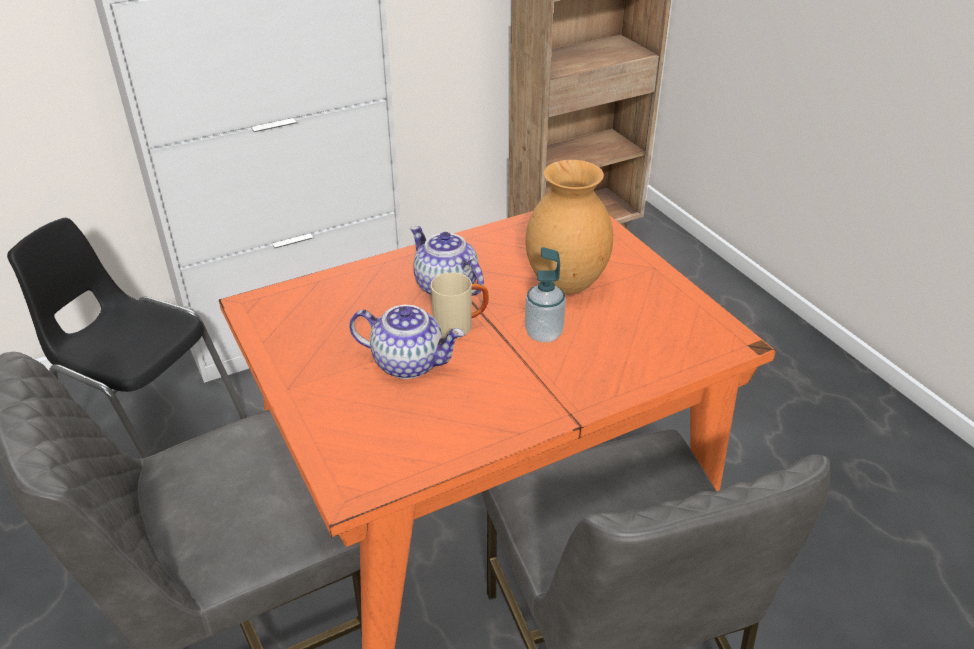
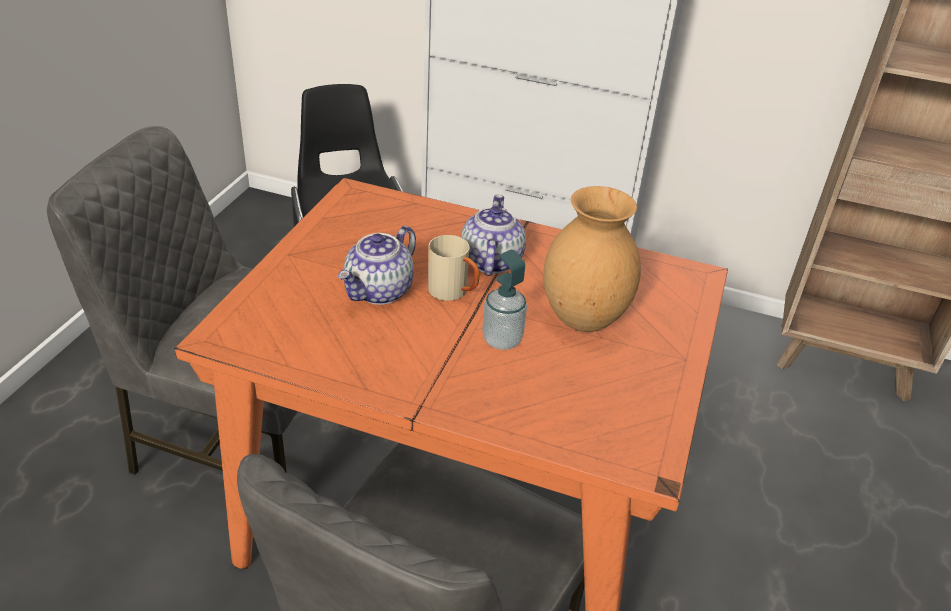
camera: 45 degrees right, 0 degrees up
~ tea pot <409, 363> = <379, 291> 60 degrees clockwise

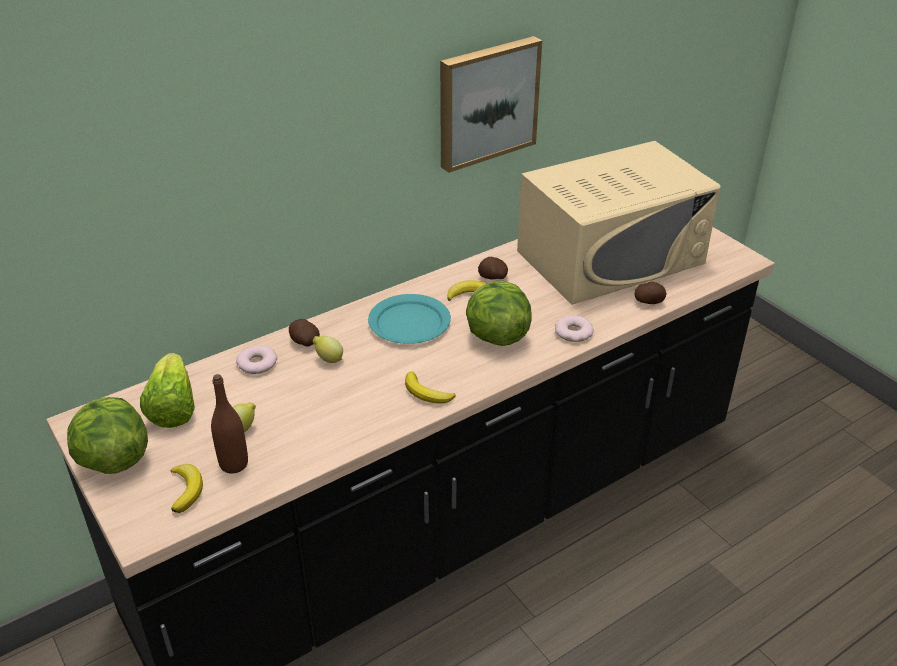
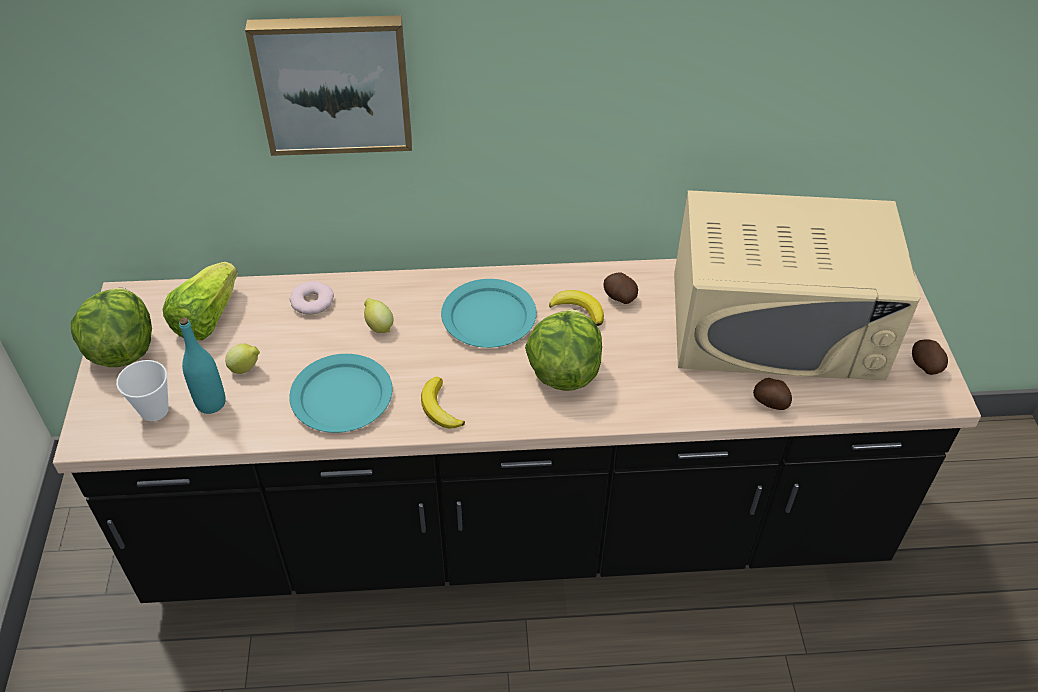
camera: 30 degrees right, 10 degrees up
~ banana fruit <186, 489> to small cup <154, 410>
~ beverage bottle (brown) <234, 464> to beverage bottle (turquoise-coloured) <211, 403>
~ spud <304, 342> to <924, 365>
~ wall picture <486, 102> to <334, 83>
- donut <573, 332>
+ dinner plate (turquoise-coloured) <341, 397>

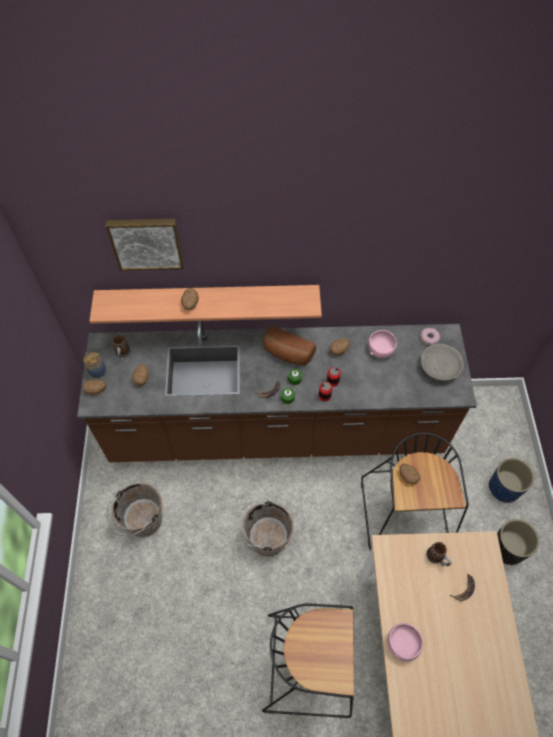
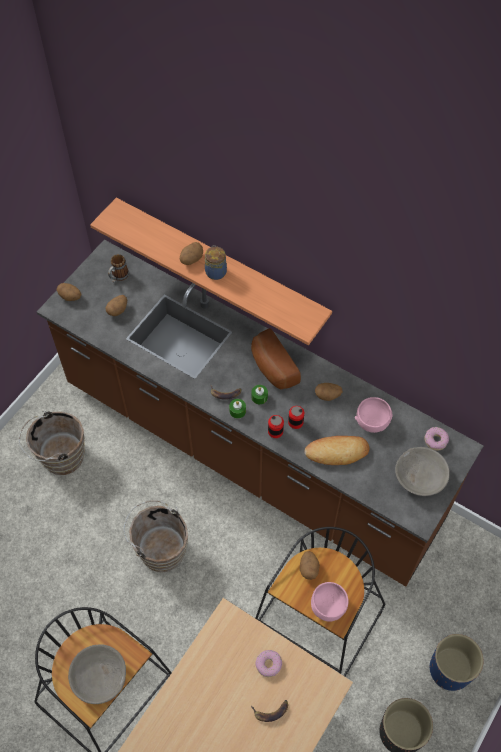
camera: 35 degrees right, 0 degrees up
~ preserve jar <97, 370> to <215, 271>
- wall picture <146, 242>
~ serving bowl (pink) <403, 644> to <328, 606>
~ tea mug <437, 558> to donut <268, 664>
+ serving bowl (grey) <99, 677>
+ bakery bread <337, 452>

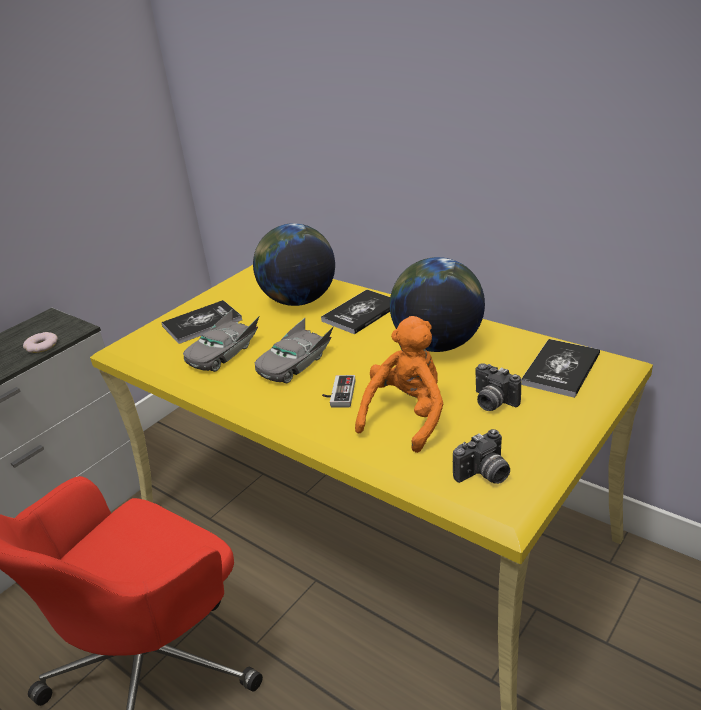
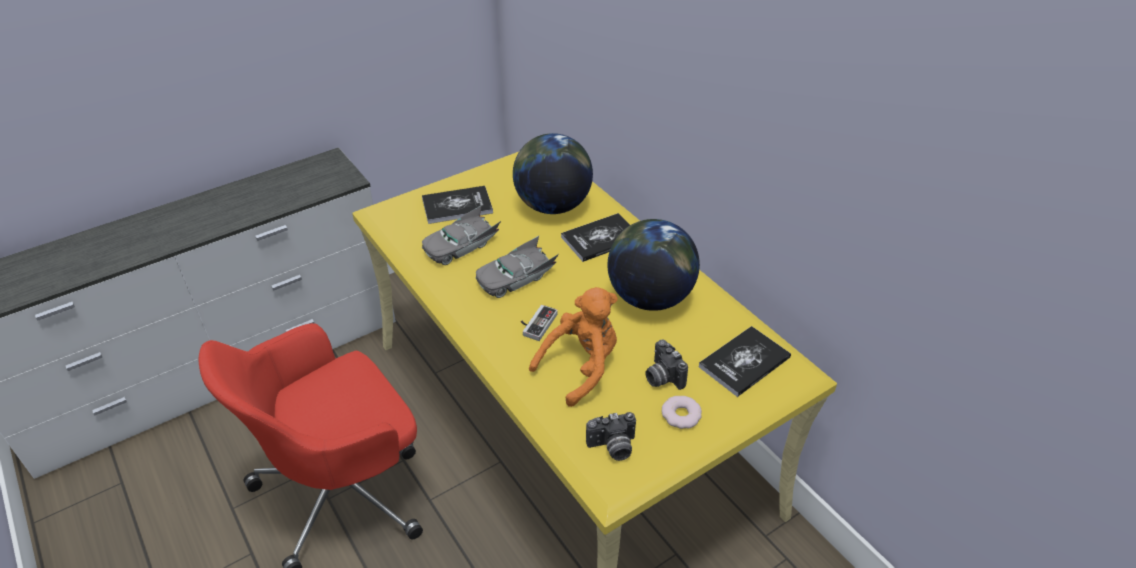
camera: 15 degrees right, 10 degrees up
~ donut <42, 346> to <681, 415>

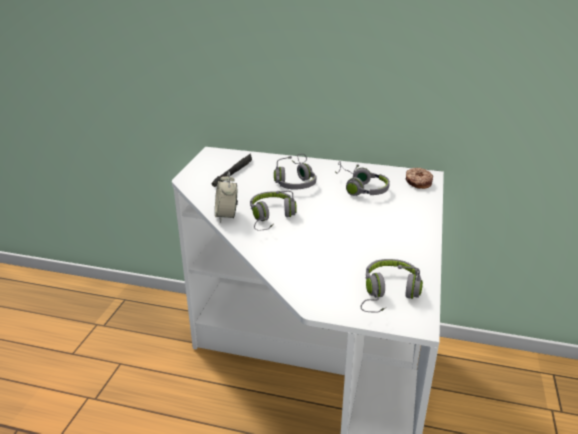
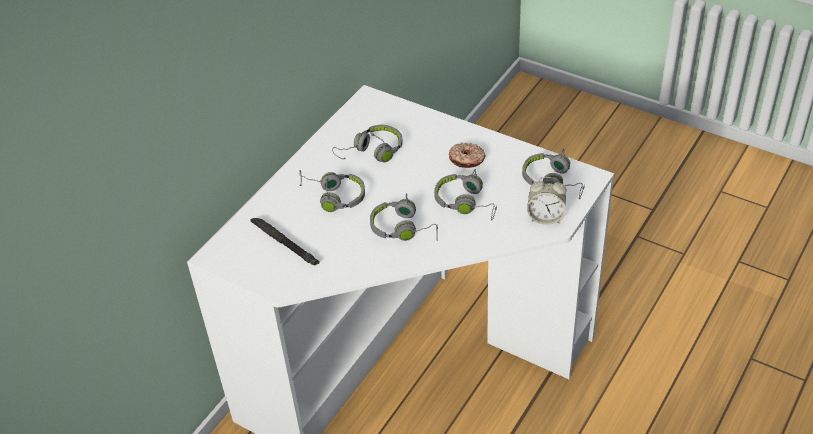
camera: 70 degrees left, 15 degrees up
~ bedside clock <226, 216> to <545, 217>
~ donut <418, 182> to <466, 160>
+ headset (grey) <466, 203>

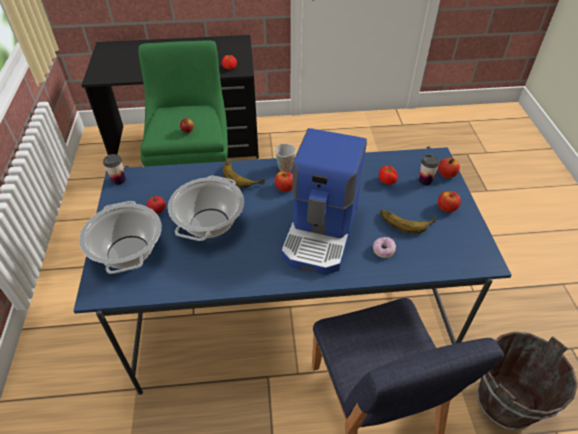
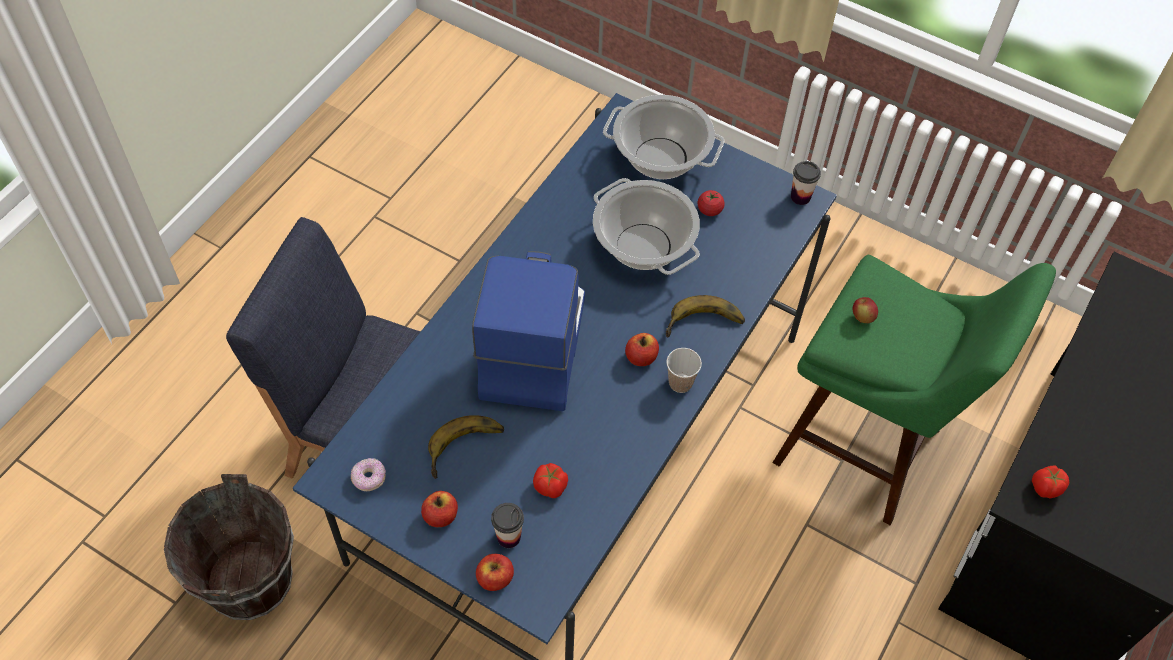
camera: 125 degrees right, 10 degrees up
~ coffee machine <322, 231> = <531, 345> 45 degrees clockwise
~ donut <383, 250> to <369, 478>

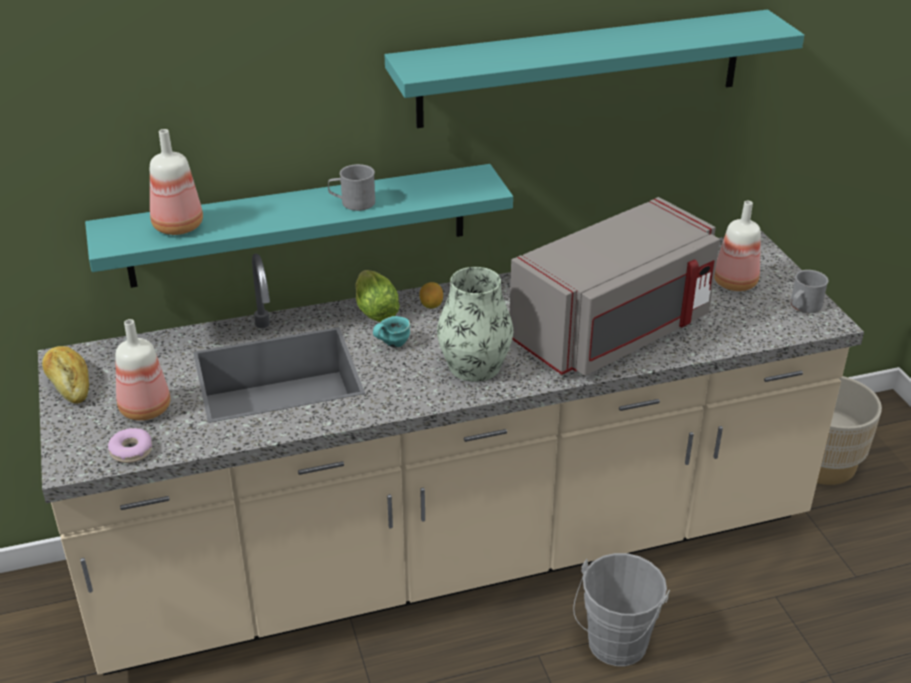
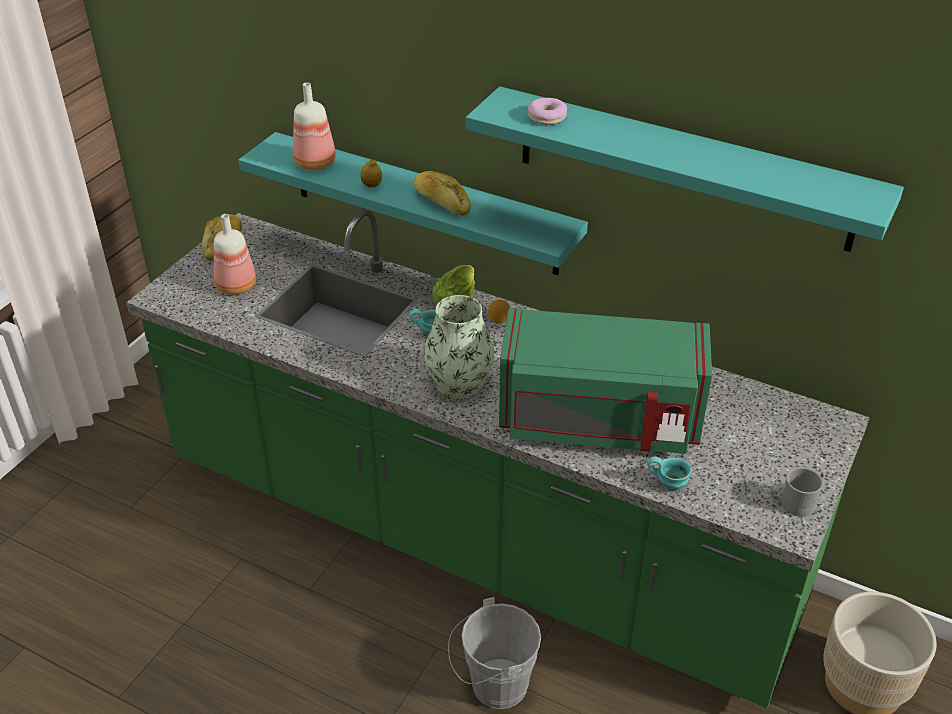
camera: 45 degrees right, 5 degrees up
~ counter (sand-coloured) <455, 551> to counter (green) <476, 535>
~ donut <131, 451> to <547, 117>
~ tea mug (grey) <352, 202> to bakery bread <441, 202>
~ microwave (grey) <614, 331> to microwave (green) <598, 421>
- beverage bottle <734, 284>
+ whole lemon <372, 185>
+ tea mug (turquoise-coloured) <668, 483>

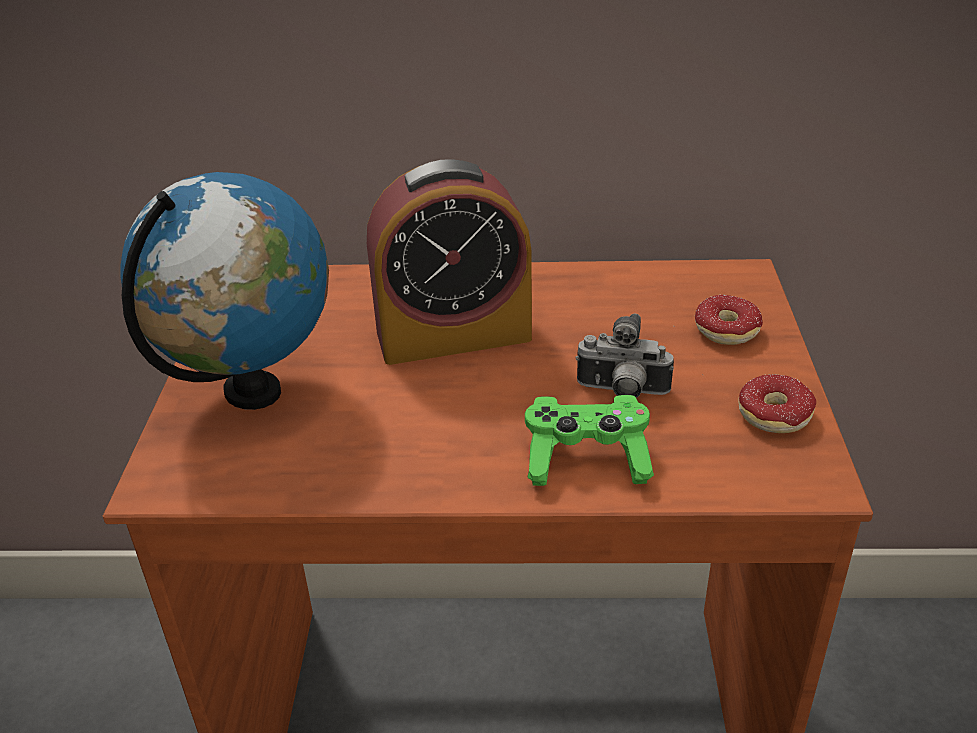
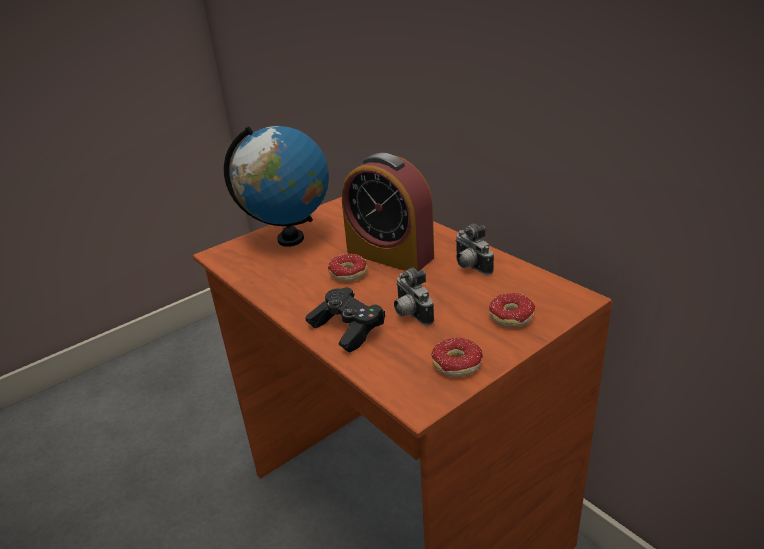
camera: 50 degrees right, 5 degrees down
~ joypad (green) <586, 459> to joypad (black) <347, 329>
+ donut <343, 277>
+ photo camera <469, 266>

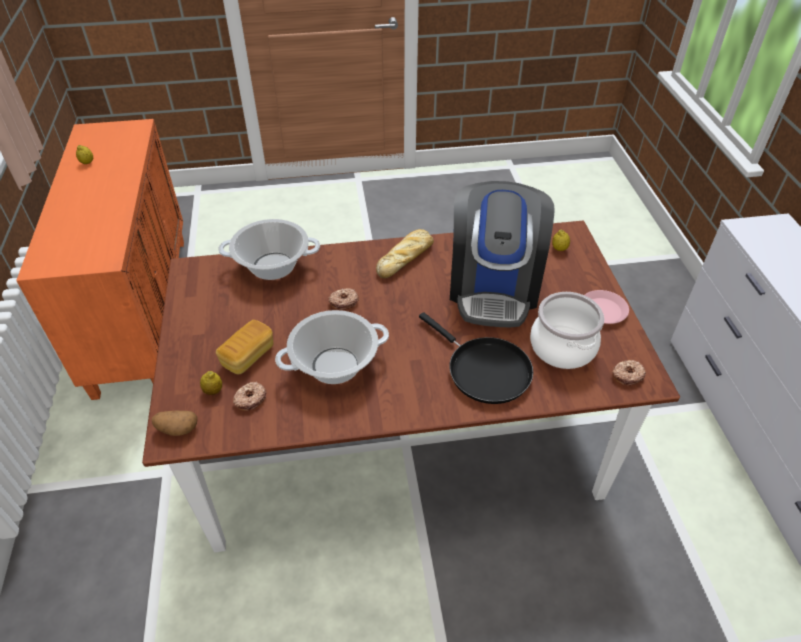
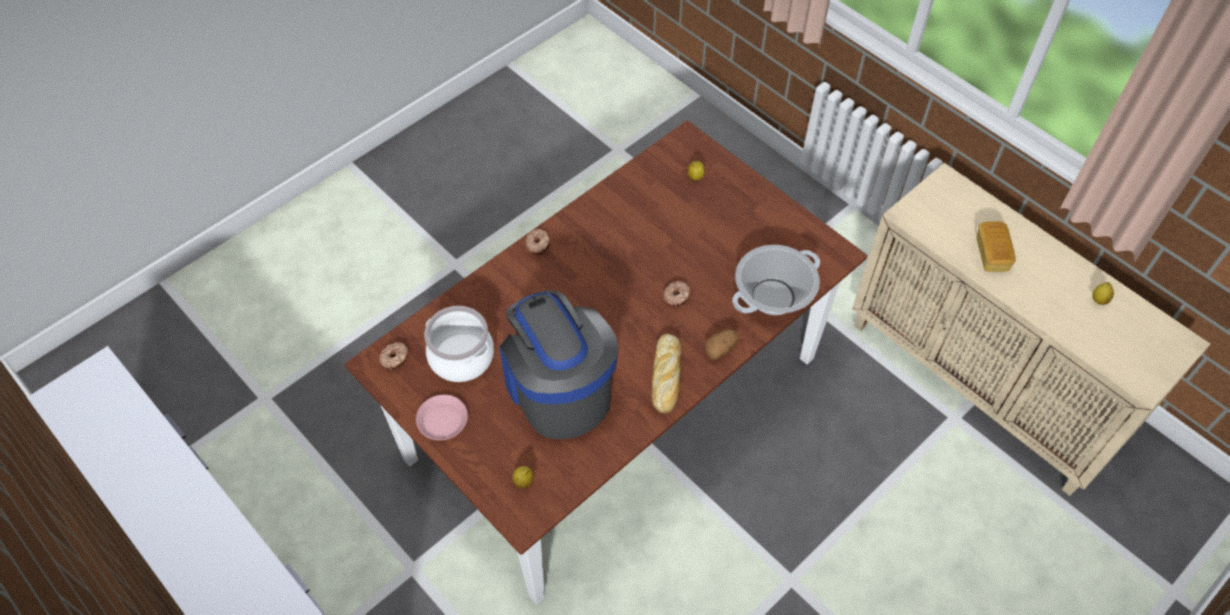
camera: 145 degrees right, 10 degrees up
~ cupboard (orange-coloured) <141, 311> to cupboard (sand-coloured) <983, 383>
~ spud <177, 429> to <720, 349>
~ bakery bread <248, 356> to <991, 254>
~ donut <250, 399> to <538, 244>
- stockpot <335, 366>
- pan (black) <484, 370>

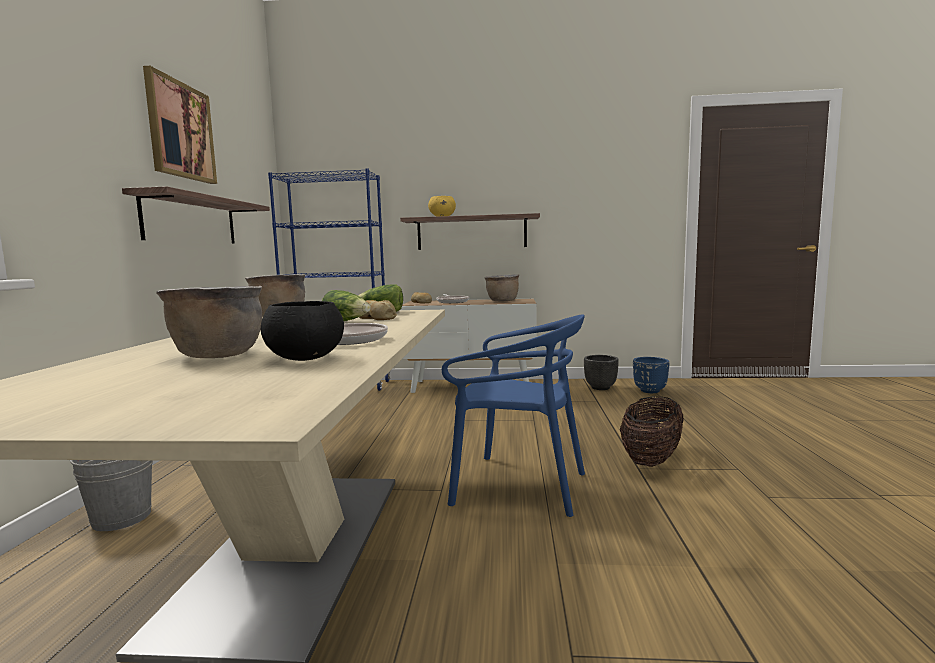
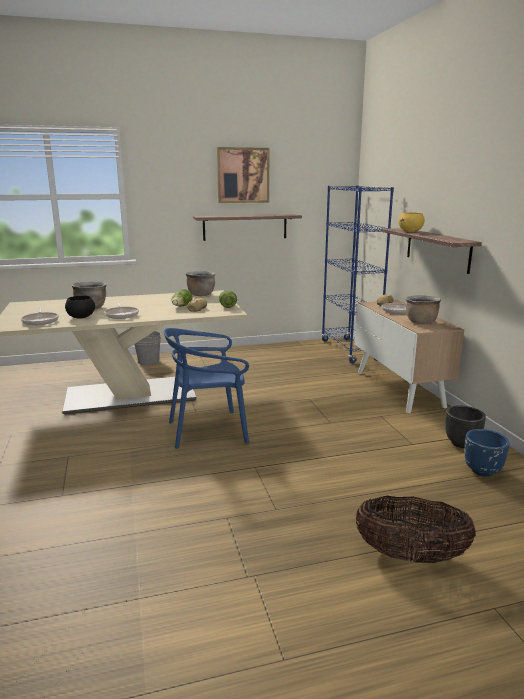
camera: 70 degrees right, 10 degrees up
~ chair (blue) <519, 486> = <208, 430> 75 degrees clockwise
~ basket <651, 459> to <410, 555>
+ pan <40, 321>

